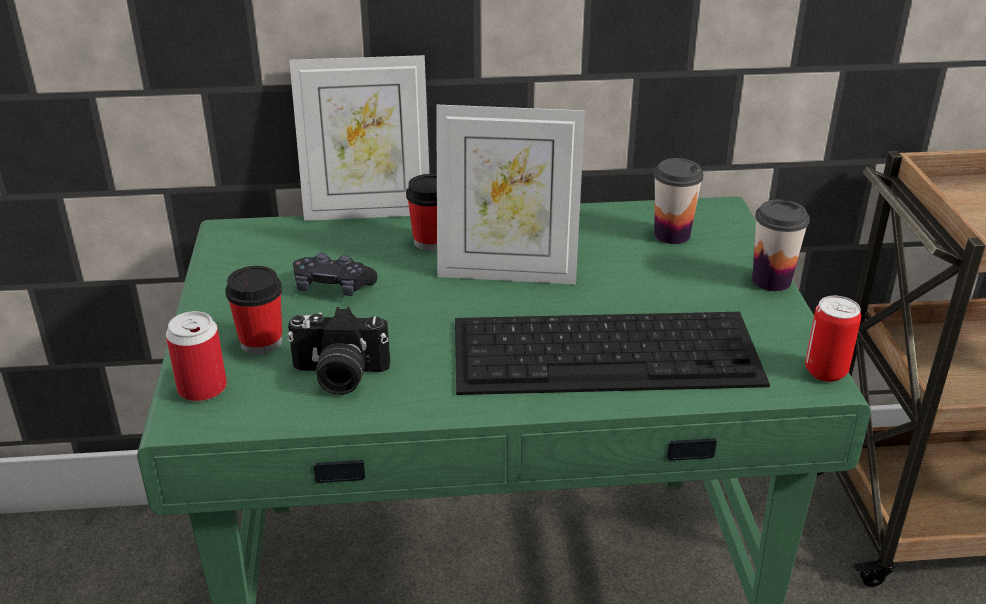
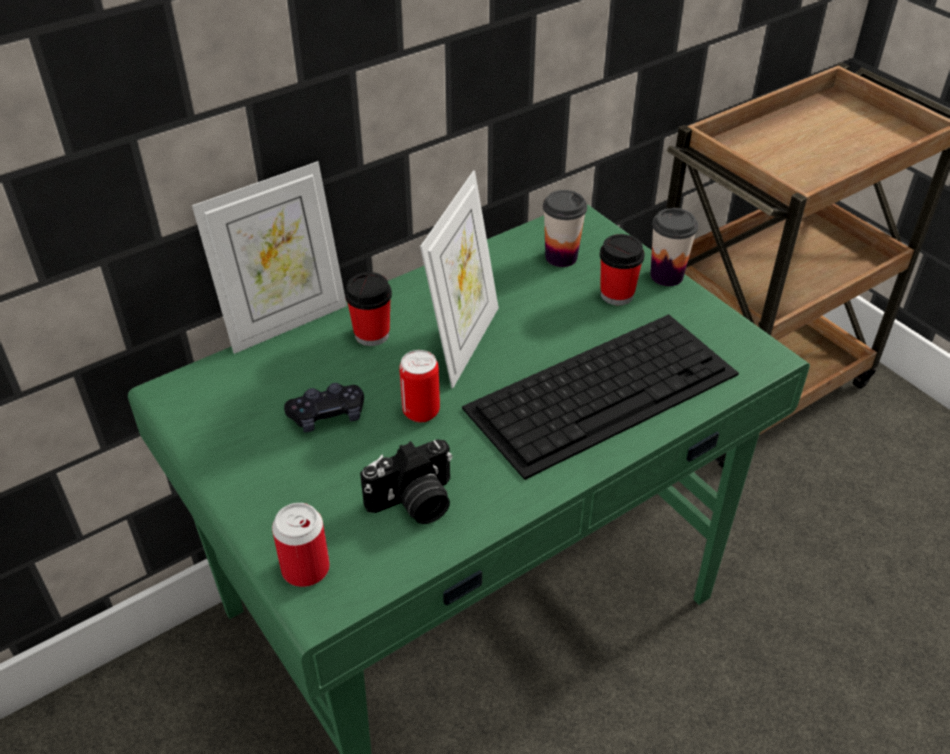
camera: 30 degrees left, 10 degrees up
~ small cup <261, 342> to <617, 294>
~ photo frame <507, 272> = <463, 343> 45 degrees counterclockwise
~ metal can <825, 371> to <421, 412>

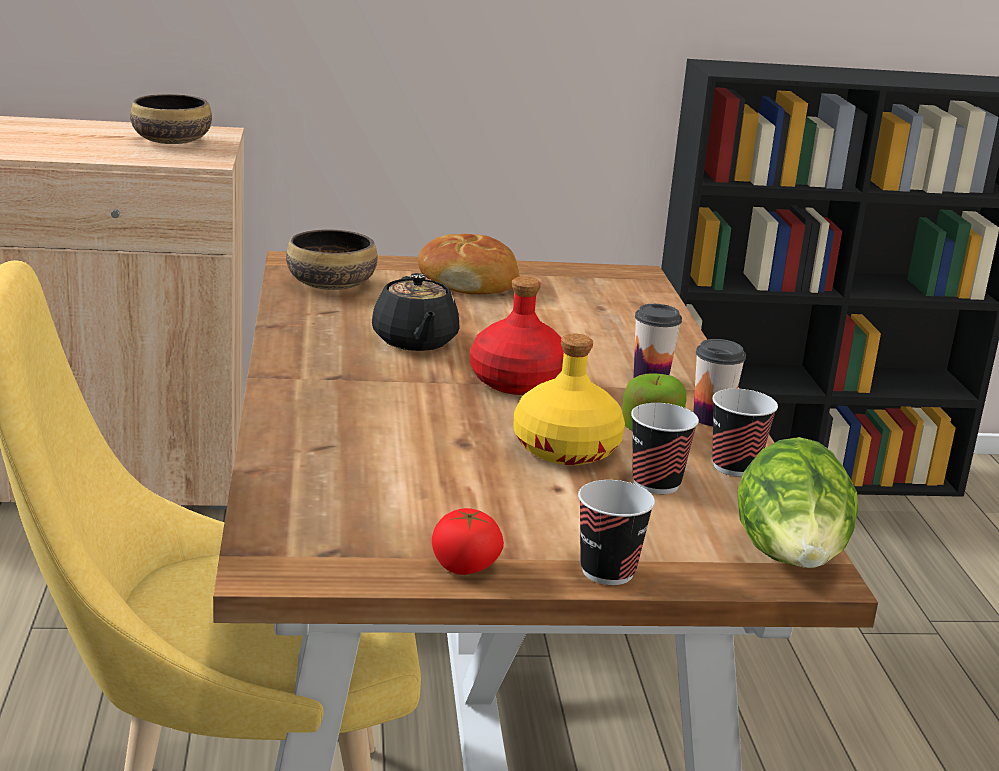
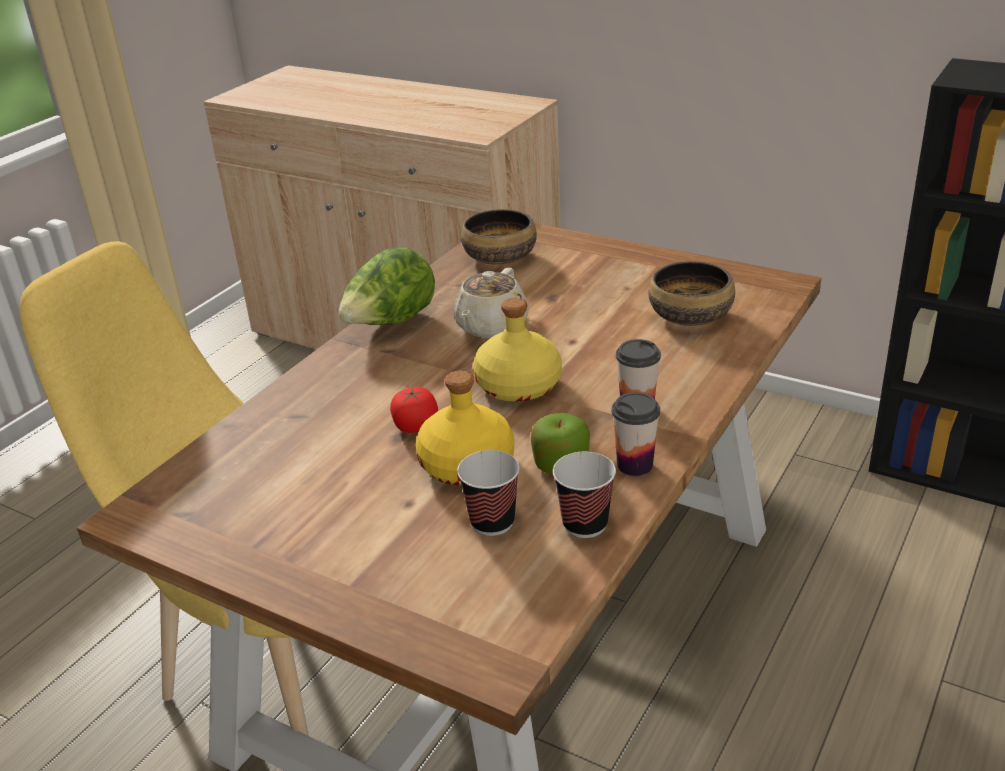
camera: 40 degrees right, 10 degrees up
~ serving bowl <172, 141> to <691, 316>
~ tea pot (black) <415, 341> to tea pot (sand-coloured) <491, 327>
- bakery bread <468, 281>
~ whole tomato <464, 567> to <416, 427>
~ beverage bottle (red-coloured) <517, 382> to beverage bottle (yellowish) <517, 386>
- small cup <607, 571>
~ lettuce <790, 561> to <390, 323>

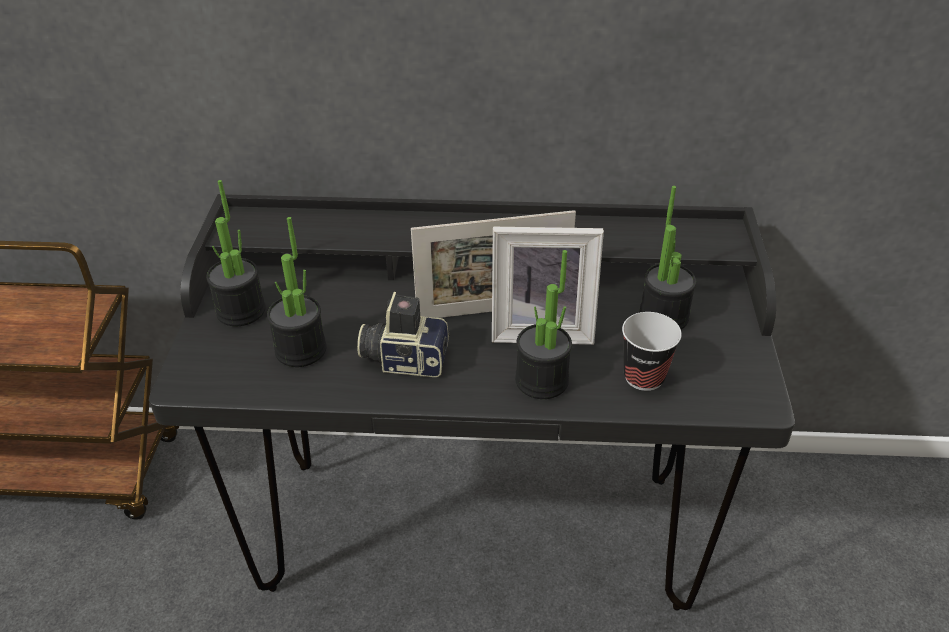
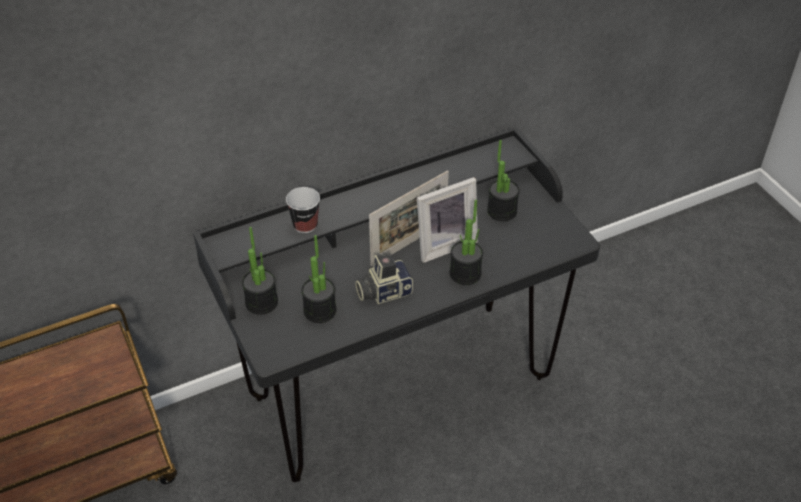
camera: 30 degrees left, 5 degrees up
~ small cup <644, 377> to <305, 225>

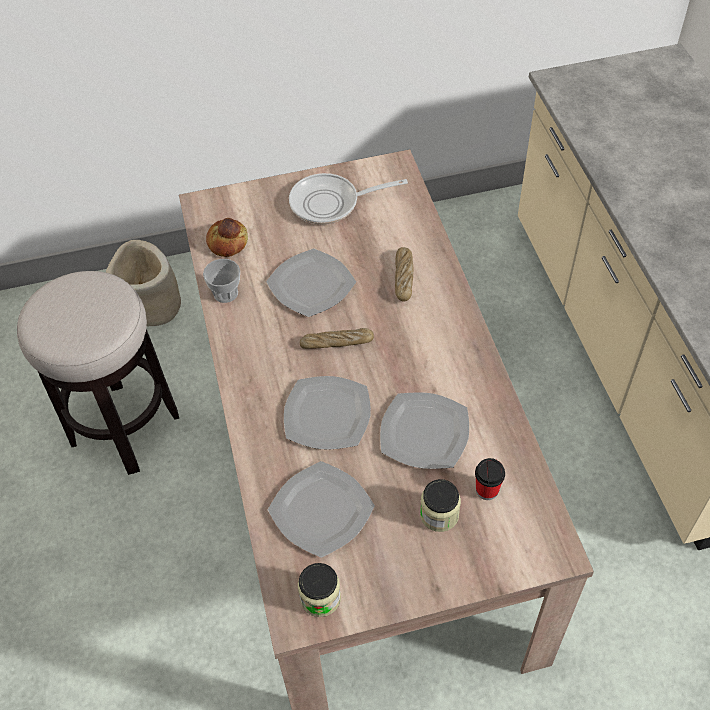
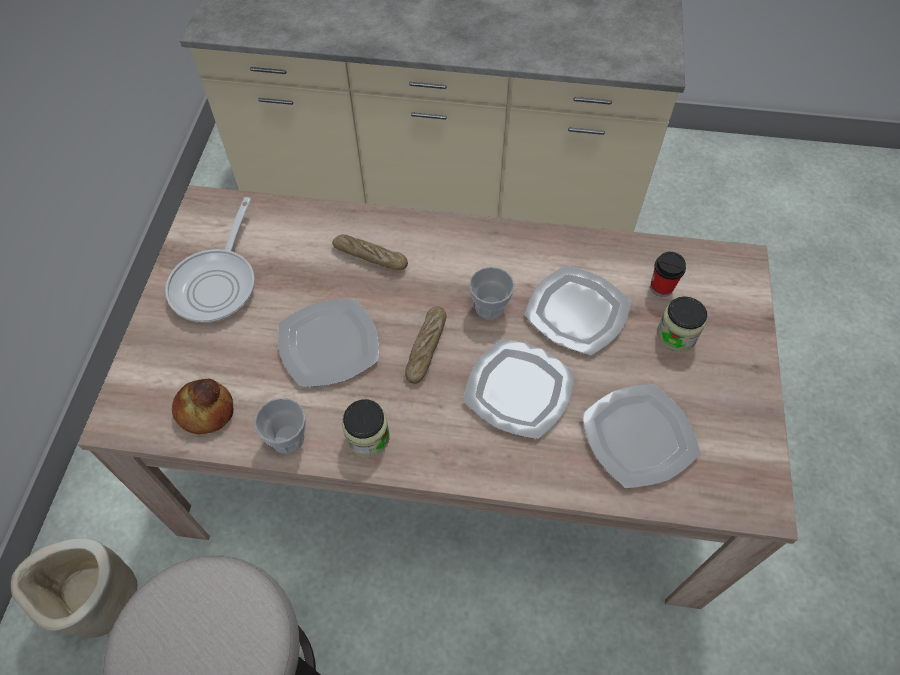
camera: 70 degrees left, 5 degrees up
~ preserve jar <320, 598> to <368, 437>
+ small cup <489, 307>

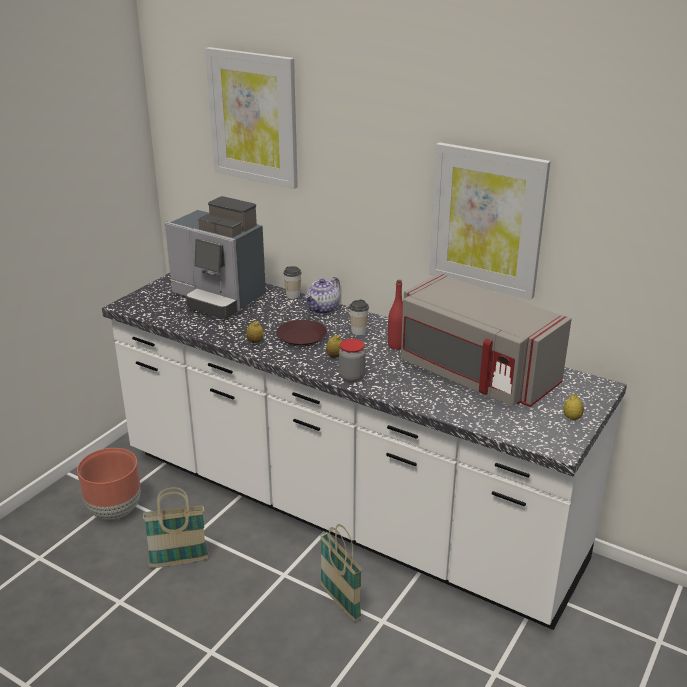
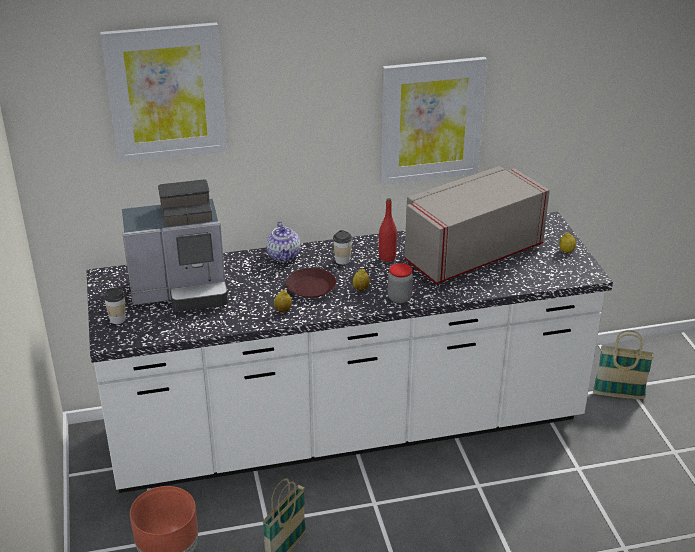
camera: 45 degrees left, 5 degrees up
~ small cup <293, 295> to <117, 319>
~ basket <340, 602> to <618, 395>
~ microwave (grey) <474, 375> = <470, 252> 150 degrees clockwise

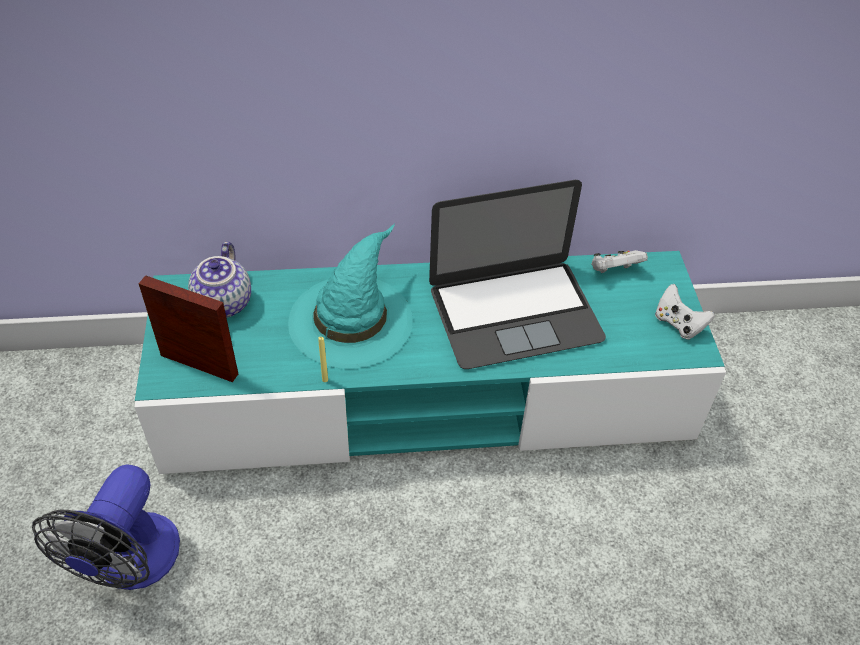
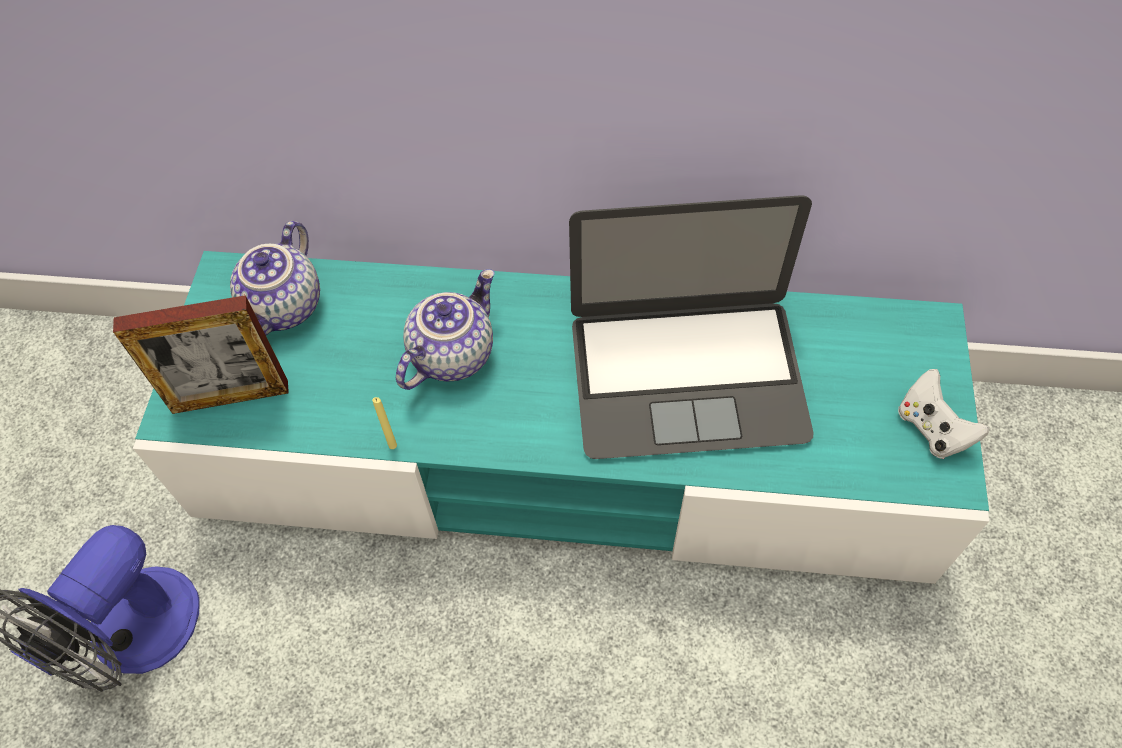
camera: 15 degrees right, 10 degrees up
~ photo frame <199, 364> = <230, 396> 135 degrees clockwise
~ hat (turquoise-coloured) <351, 319> to tea pot <451, 353>
- joypad (white) <614, 271>

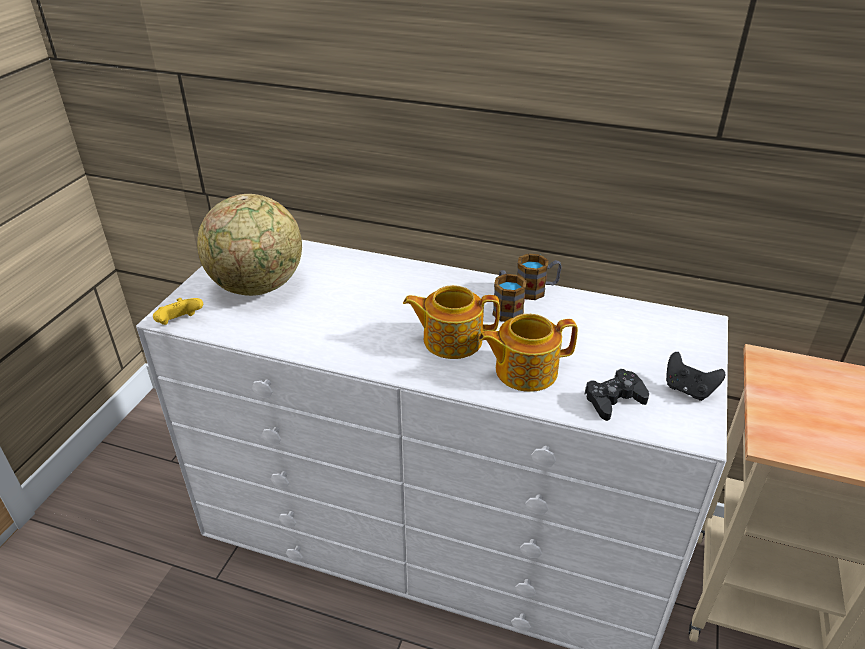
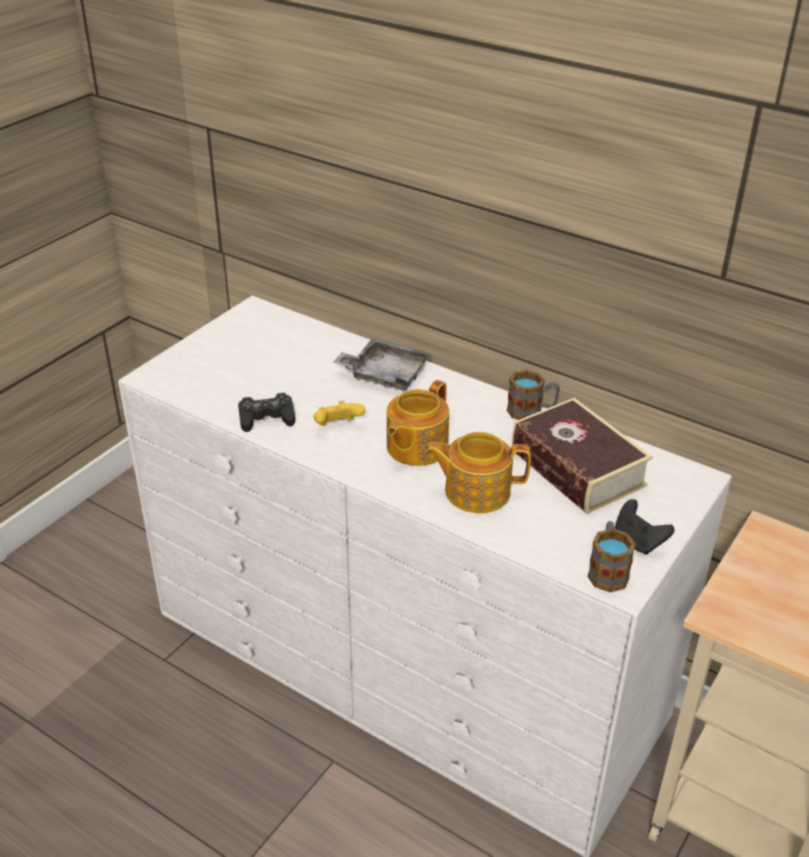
camera: 15 degrees right, 0 degrees up
~ joypad (yellowish) <180, 323> to <338, 427>
- world globe <258, 287>
~ tea pot <451, 340> = <415, 447> 75 degrees counterclockwise
~ tea mug <506, 308> to <607, 570>
~ joypad (black) <614, 400> to <266, 418>
+ carrying tray (grey) <384, 374>
+ volume <577, 468>

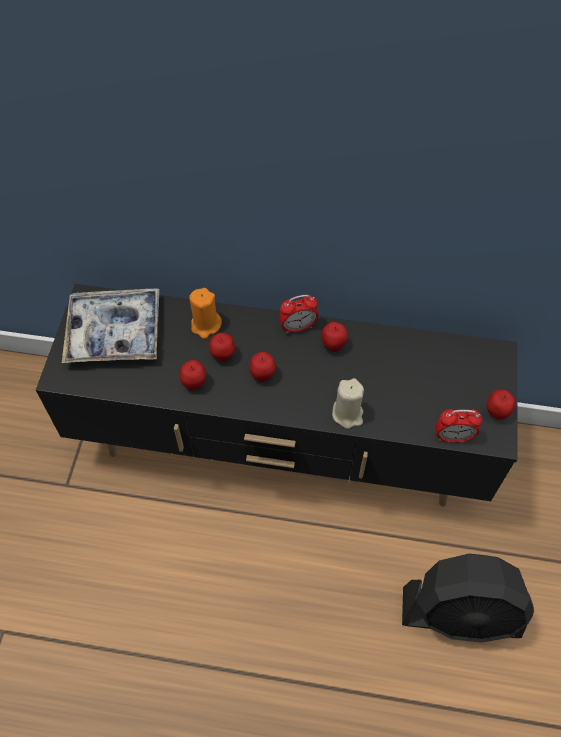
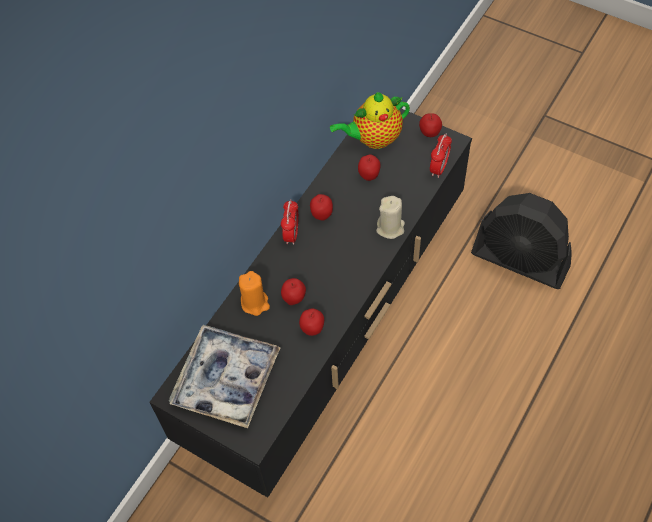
camera: 65 degrees left, 0 degrees up
~ apple fruit <263, 375> to <369, 176>
~ cooling fan (black) <461, 613> = <520, 260> 90 degrees clockwise
+ tea pot <373, 139>

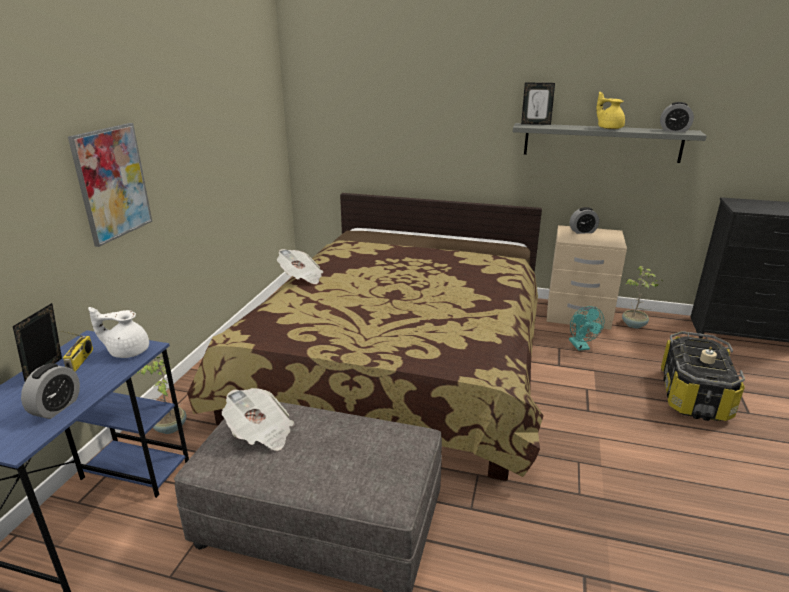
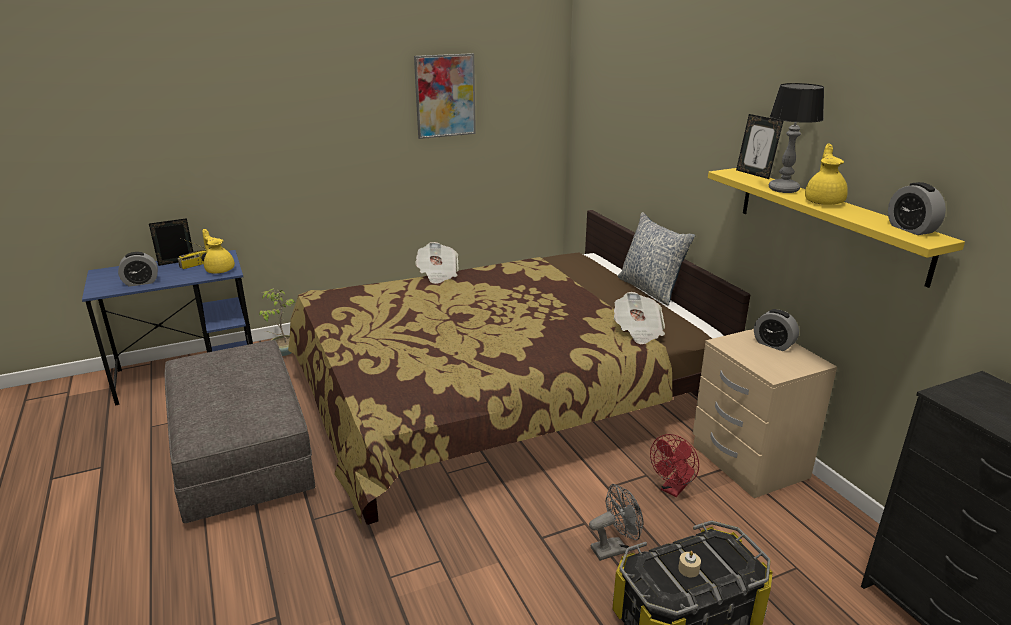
camera: 50 degrees right, 0 degrees up
~ wall picture <112, 183> to <445, 96>
~ tea pot (white) <127, 351> to tea pot (yellowish) <220, 270>
~ daily paper <261, 433> to <638, 331>
~ bracket shelf (grey) <601, 142> to bracket shelf (yellowish) <828, 222>
~ cooling fan (turquoise-coloured) <581, 347> to cooling fan (red-coloured) <673, 489>
- houseplant <634, 325>
+ cooling fan (grey) <614, 548>
+ throw pillow <650, 289>
+ table lamp <783, 189>

